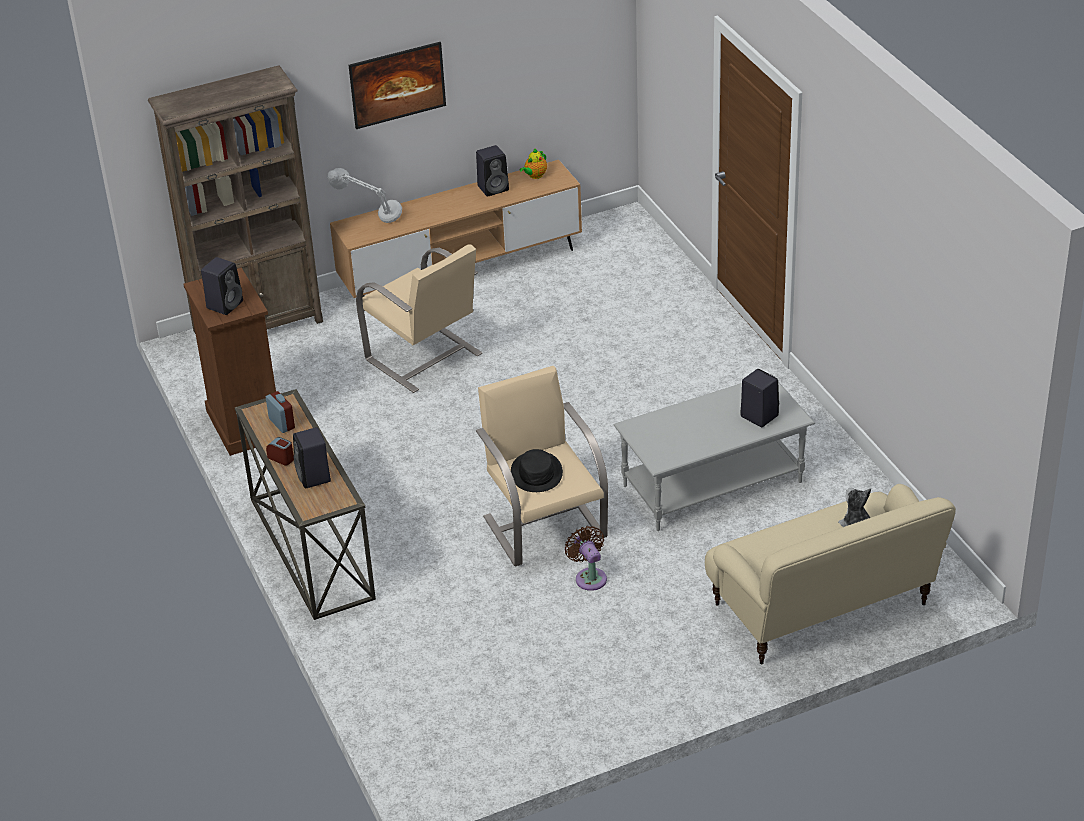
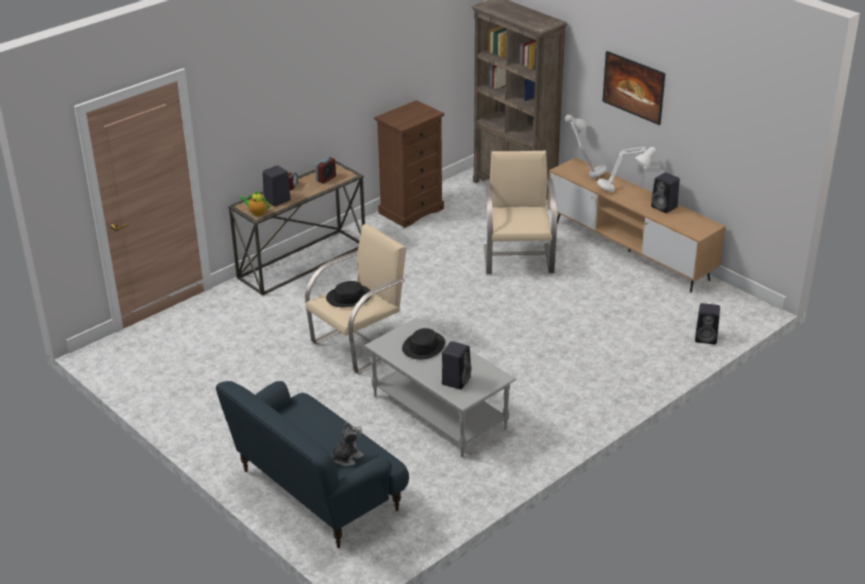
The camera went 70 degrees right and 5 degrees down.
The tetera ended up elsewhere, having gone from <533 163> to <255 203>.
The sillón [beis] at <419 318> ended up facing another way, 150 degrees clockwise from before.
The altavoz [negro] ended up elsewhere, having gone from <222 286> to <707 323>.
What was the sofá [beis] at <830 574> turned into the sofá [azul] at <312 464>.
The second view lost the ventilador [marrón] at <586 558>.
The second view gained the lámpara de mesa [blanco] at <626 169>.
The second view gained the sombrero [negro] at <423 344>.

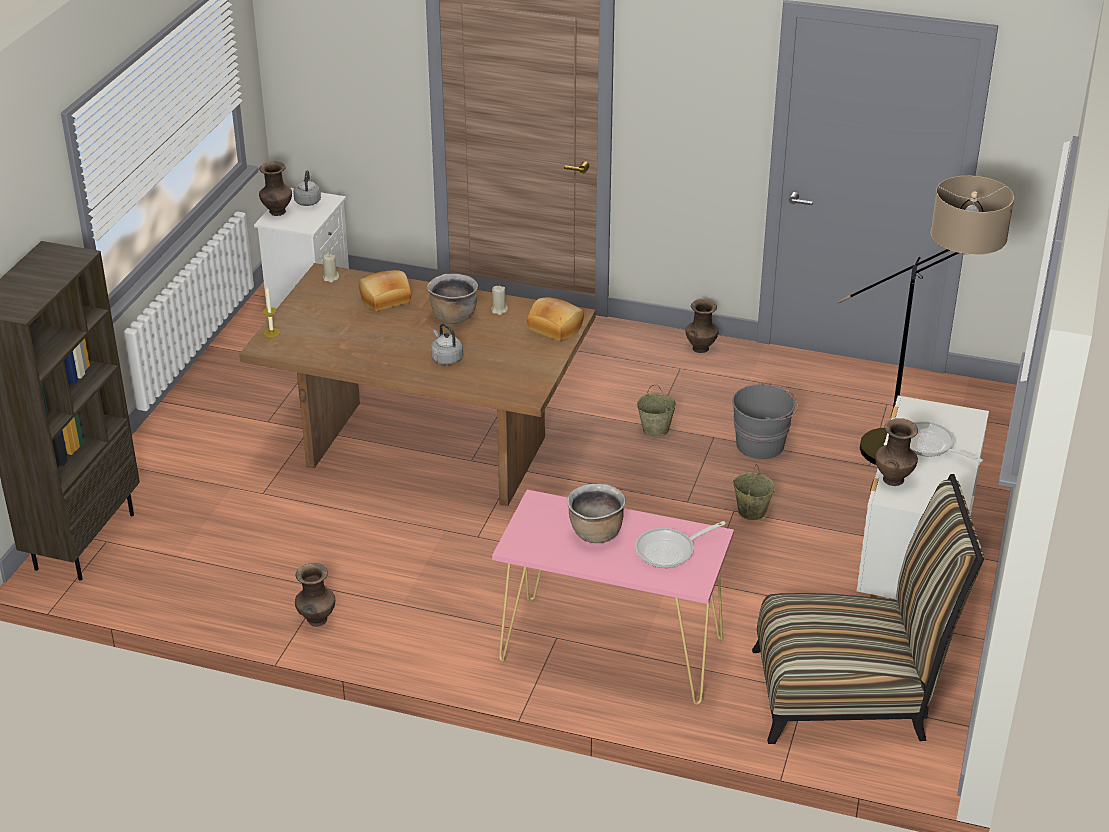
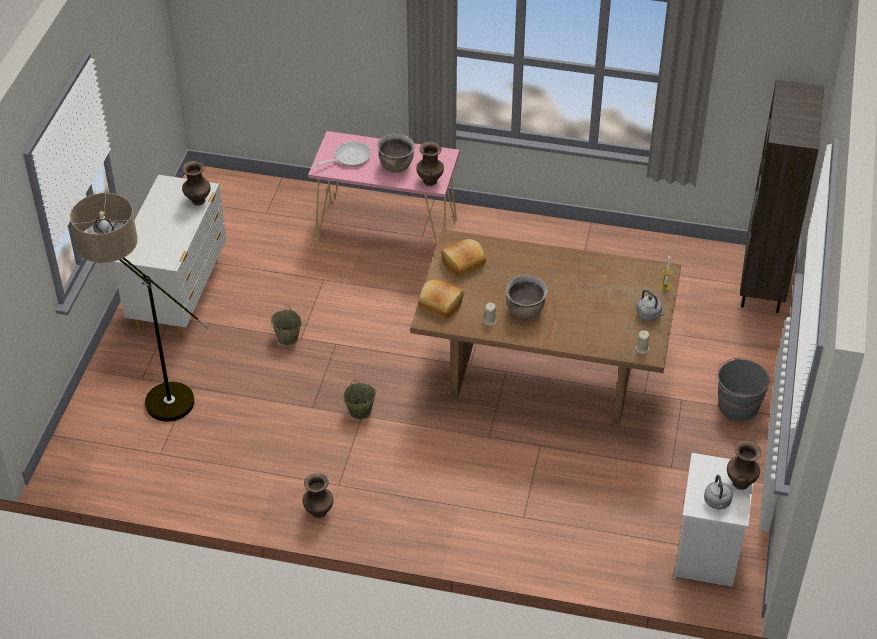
The camera went 175 degrees right and 10 degrees up.
The pan ended up elsewhere, having gone from <385 290> to <463 258>.
The hervidor [gris] ended up elsewhere, having gone from <447 344> to <650 305>.
The cubo [gris] ended up elsewhere, having gone from <765 420> to <742 389>.
The second view lost the sartén at <946 441>.
The second view lost the silla at <868 609>.
The florero [marrón] ended up elsewhere, having gone from <315 595> to <430 164>.

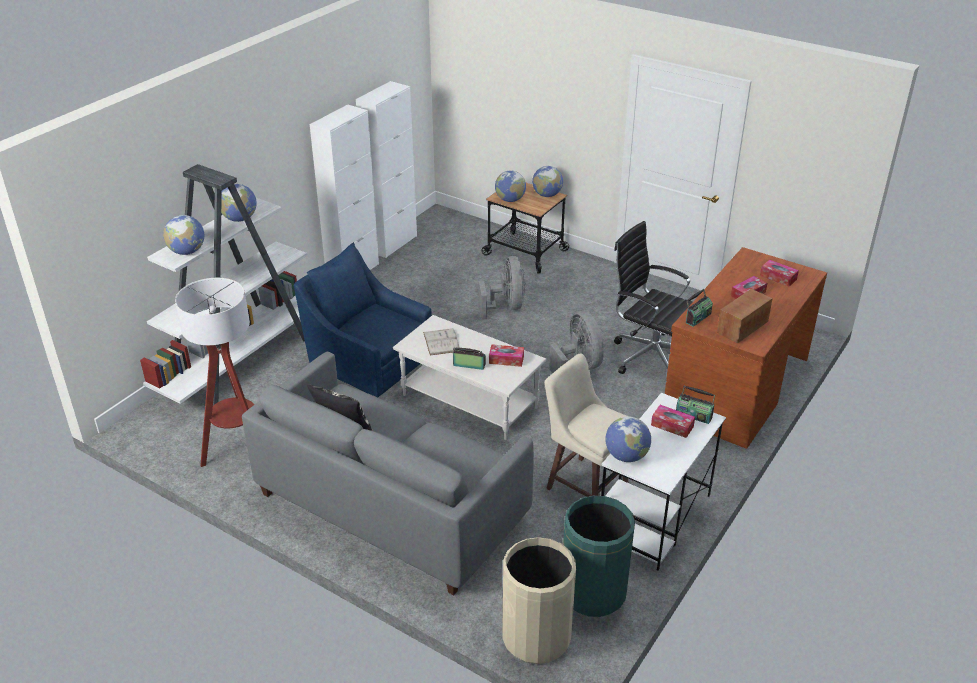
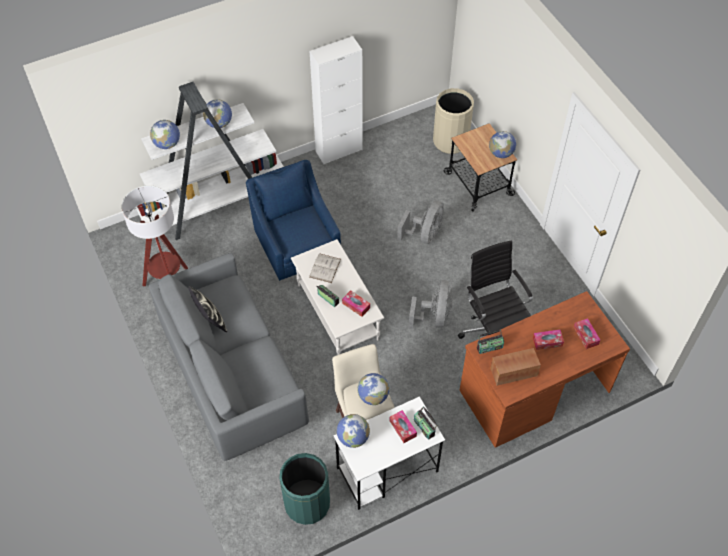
The camera went 30 degrees right and 20 degrees up.
The second view lost the armario [blanco] at <386 169>.
The globo terráqueo ended up elsewhere, having gone from <510 186> to <373 389>.
The papelera [beis] ended up elsewhere, having gone from <539 600> to <453 121>.

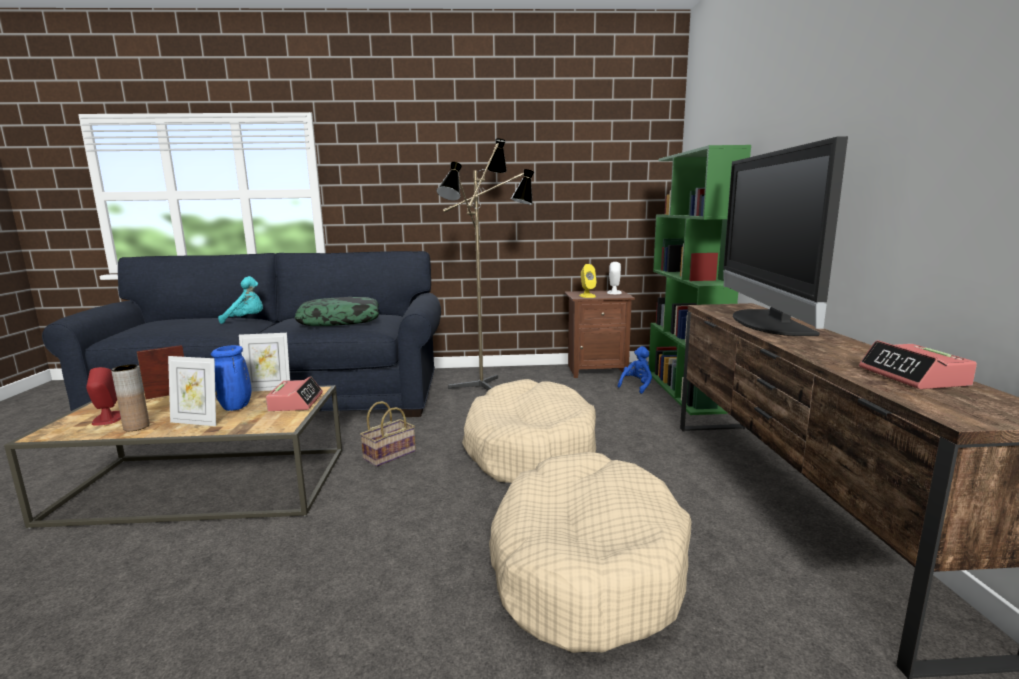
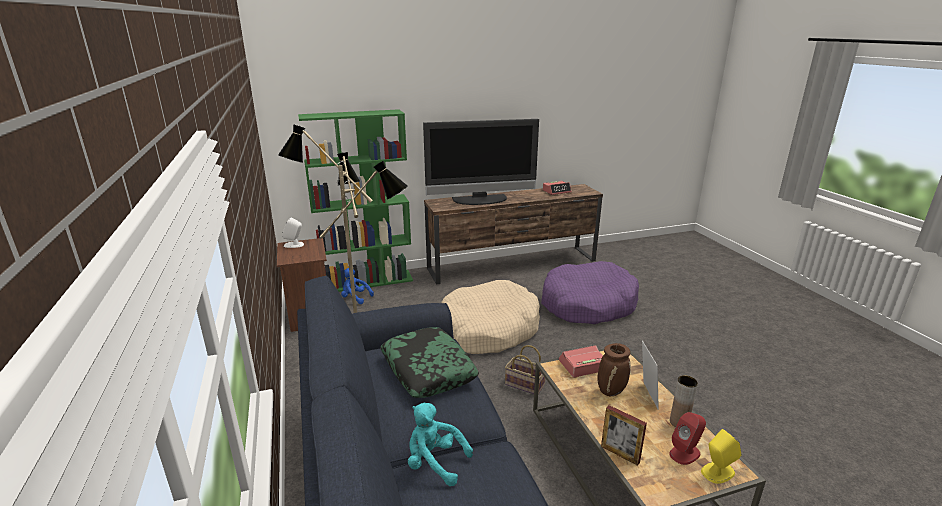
The camera went 105 degrees left and 10 degrees up.
The altavoz [amarillo] ended up elsewhere, having gone from <588 281> to <721 456>.
The peluche [turquesa] at <240 300> ended up facing another way, 45 degrees counterclockwise from before.
The second view lost the portarretratos at <264 362>.
What was the florero [azul] at <231 378> turned into the florero [marrón] at <614 369>.
What was the cama para perro [beis] at <590 552> turned into the cama para perro [morado] at <590 292>.

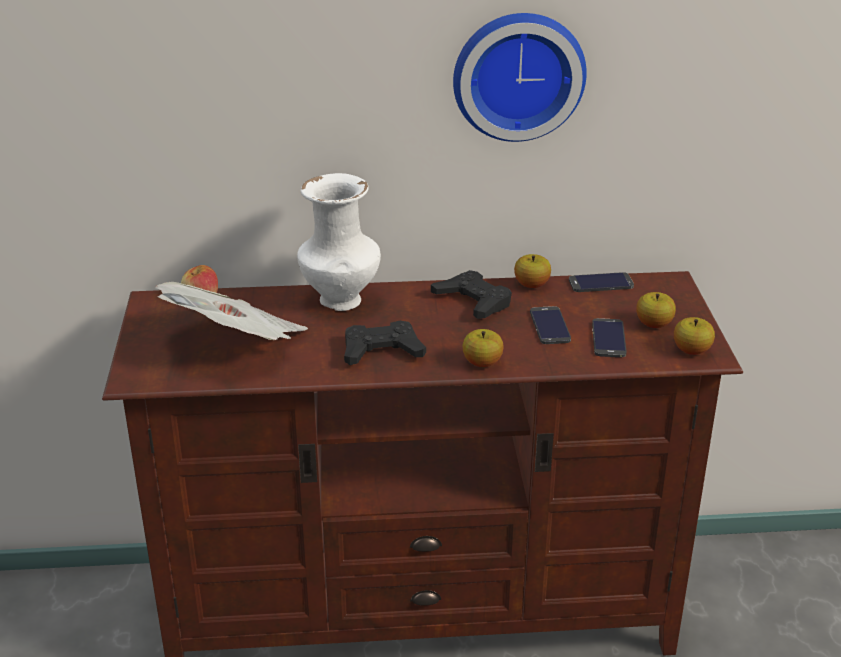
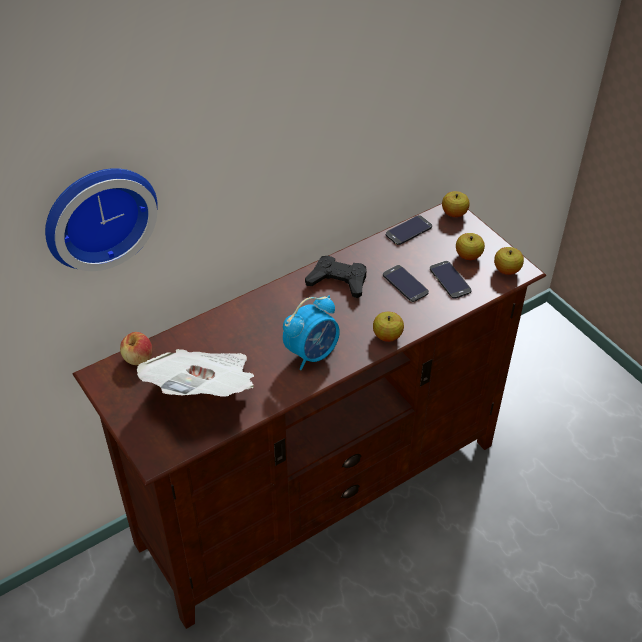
The camera went 30 degrees left and 15 degrees up.
The reloj de pared ended up elsewhere, having gone from <520 77> to <101 219>.
The second view lost the florero [blanco] at <339 242>.
The manzana ended up elsewhere, having gone from <532 271> to <456 204>.
Where the mando de consola [negro] stood at <385 343>, the despertador came to stand at <311 332>.

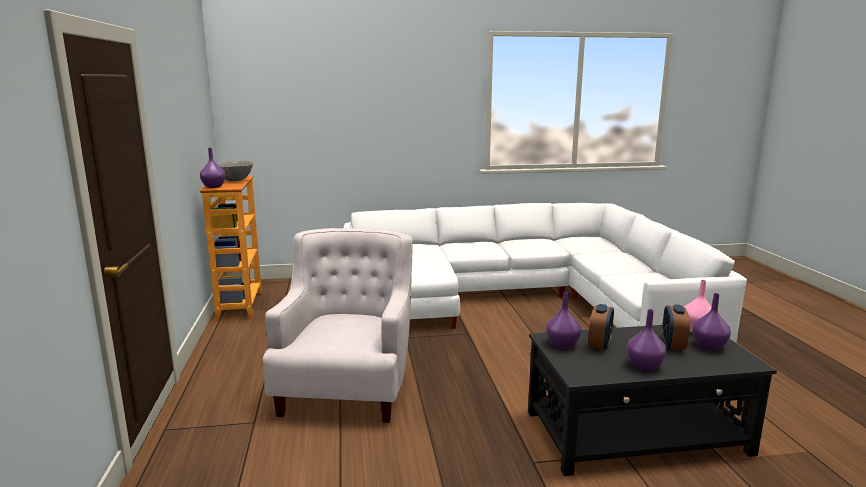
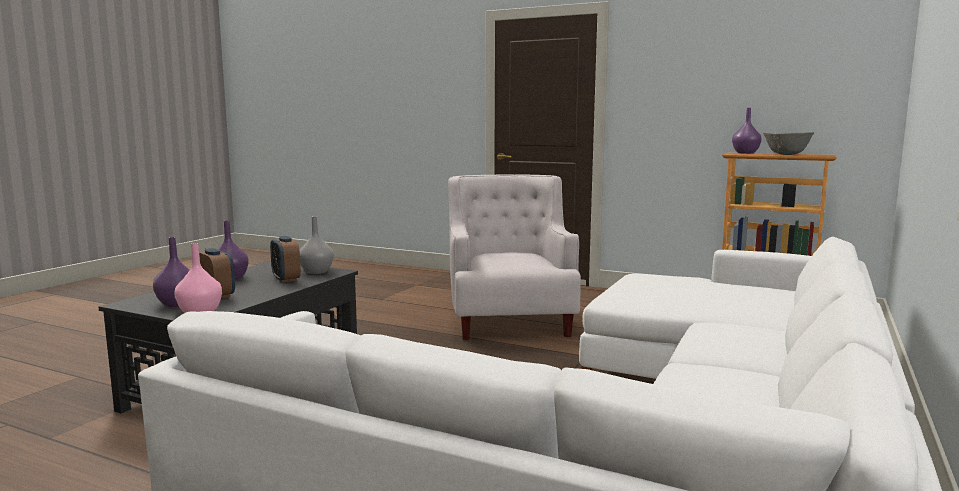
The camera went 125 degrees right and 5 degrees down.
The sillón [blanco] at <338 325> ended up facing another way, 135 degrees counterclockwise from before.
What was the florero [morado] at <563 320> turned into the florero [gris] at <317 245>.

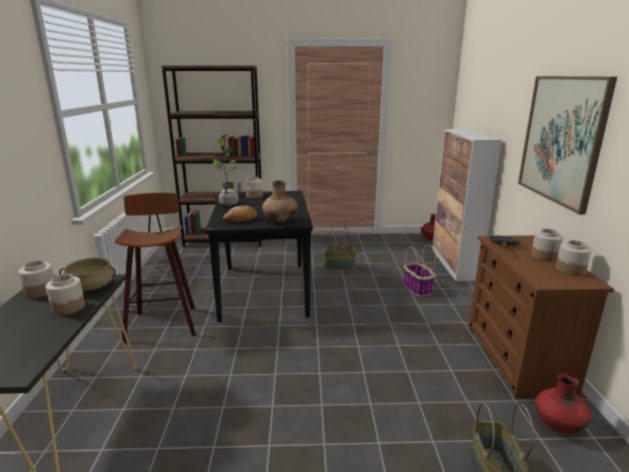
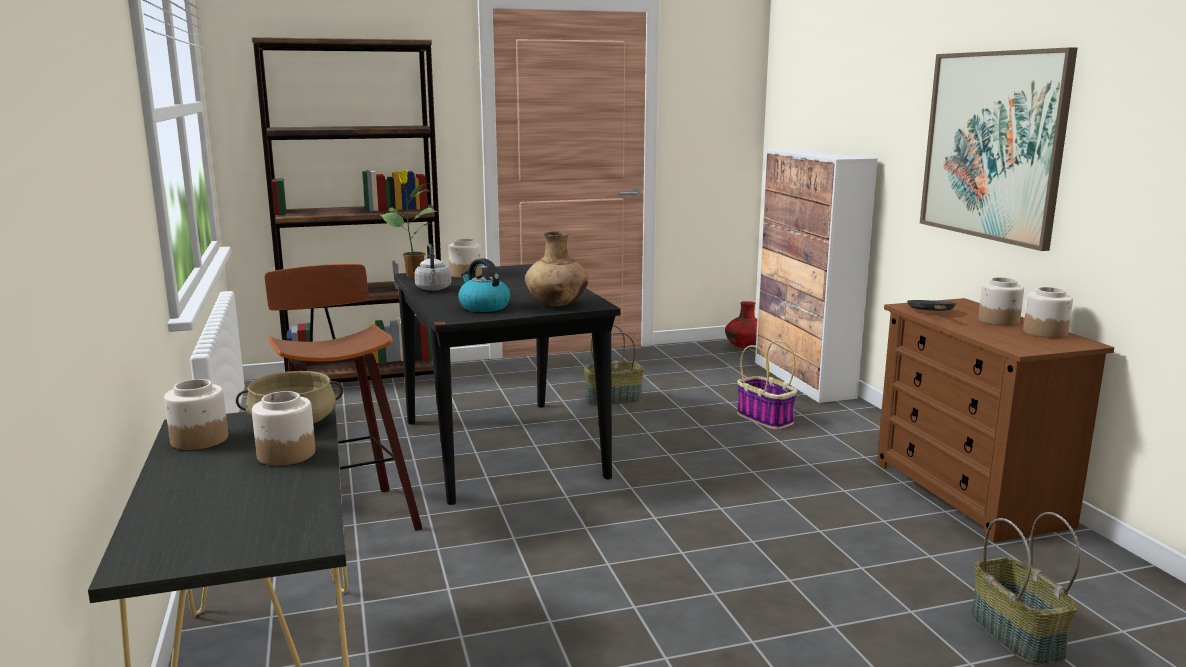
The camera went 15 degrees left and 5 degrees down.
Where the pan stood at <240 213>, the hervidor came to stand at <484 285>.
The second view lost the florero [rojo] at <563 403>.

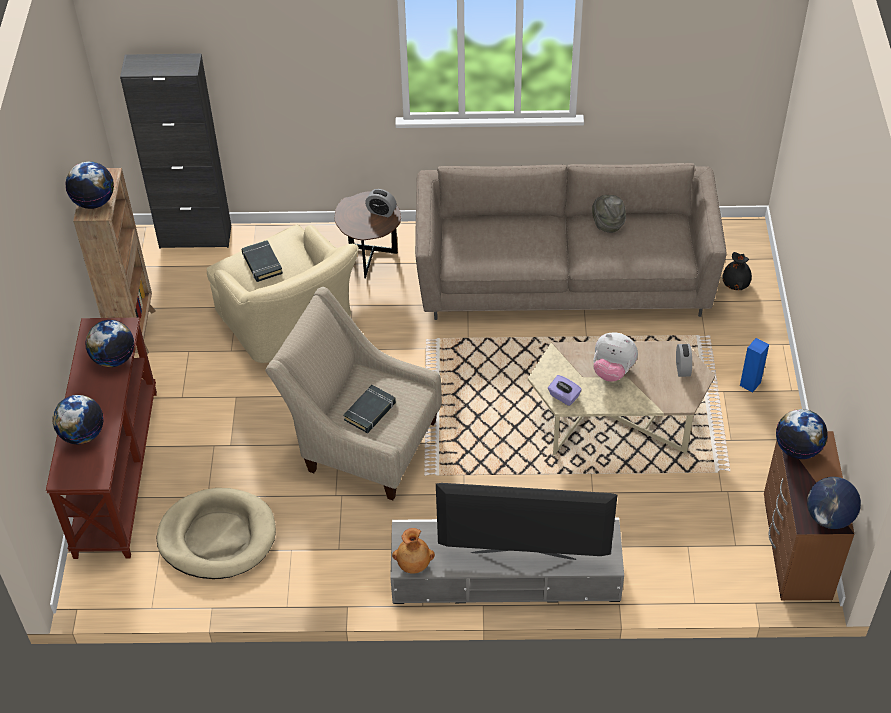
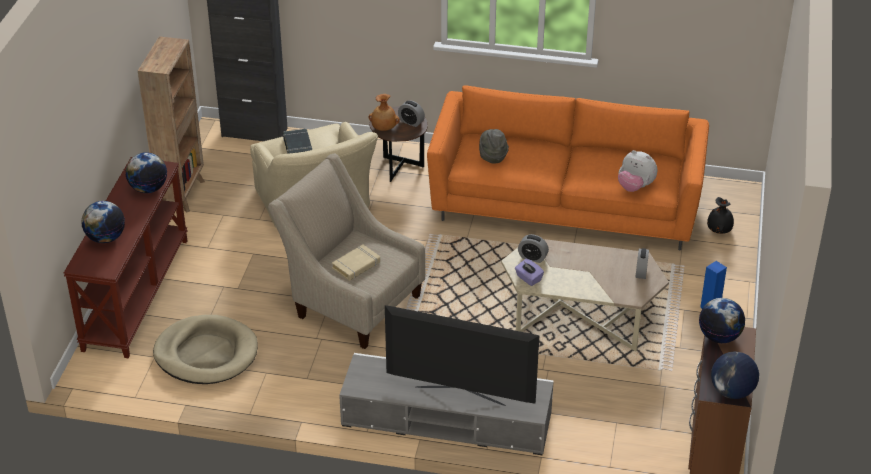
The camera went 10 degrees right and 10 degrees down.
The second view lost the globo terráqueo at <90 185>.
What was the sofá [beis] at <570 241> turned into the sofá [naranja] at <568 167>.
The sombrero [gris] ended up elsewhere, having gone from <609 214> to <494 146>.
The peluche ended up elsewhere, having gone from <615 357> to <637 171>.
What was the libro [negro] at <369 409> turned into the libro [beis] at <356 262>.
The florero [marrón] ended up elsewhere, having gone from <413 551> to <384 112>.
The second view gained the despertador at <533 248>.

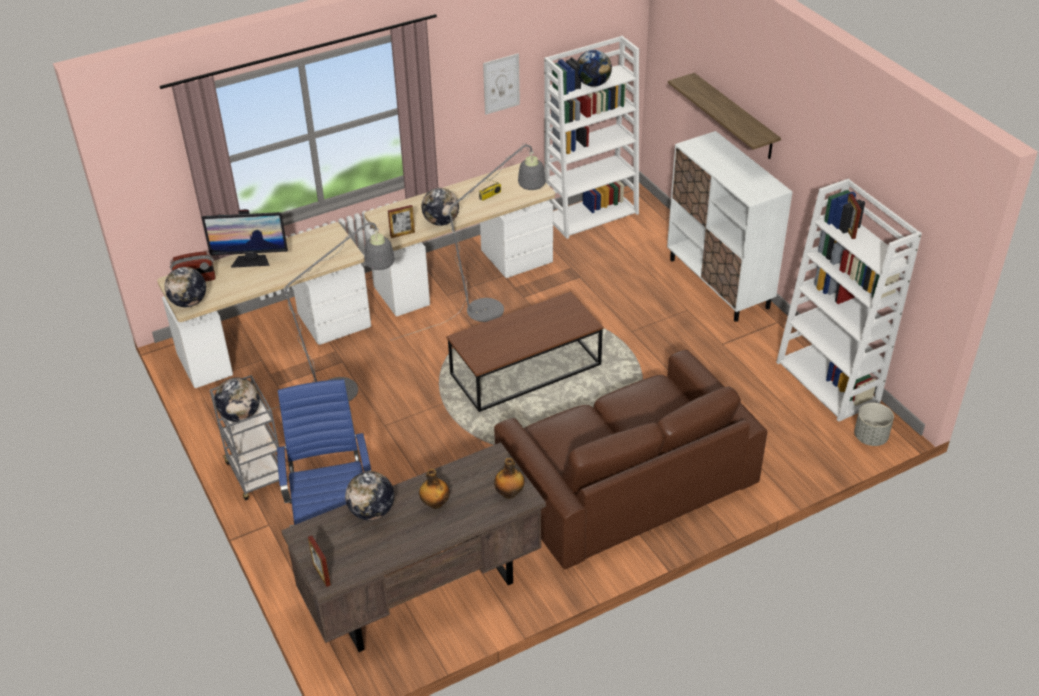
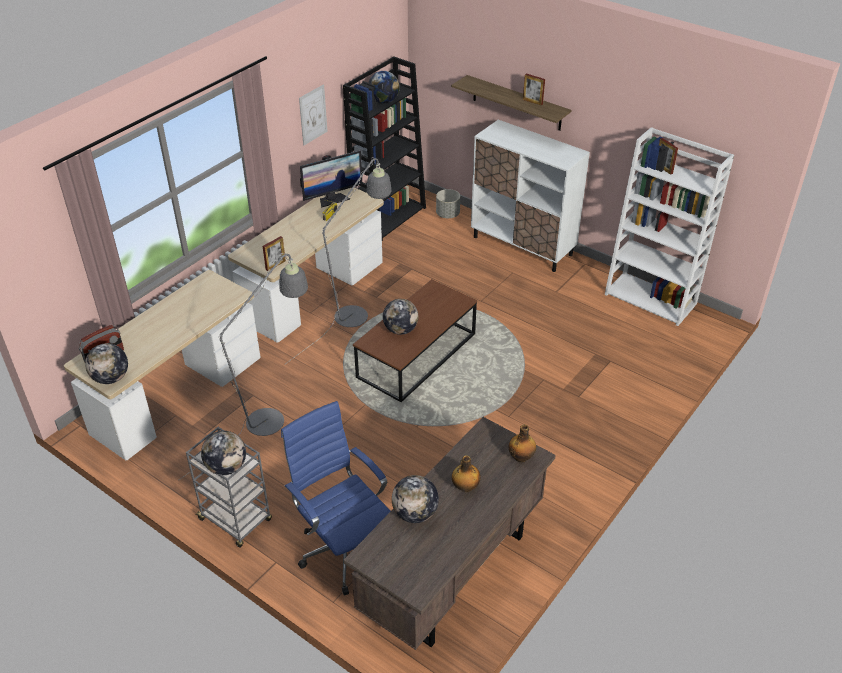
The camera went 25 degrees left and 0 degrees up.
What was the estantería [blanco] at <591 137> turned into the estantería [negro] at <384 148>.
The globo terráqueo ended up elsewhere, having gone from <440 207> to <401 317>.
The monitor ended up elsewhere, having gone from <245 238> to <331 179>.
The second view lost the sofá [marrón] at <630 460>.
The maceta [gris] ended up elsewhere, having gone from <874 424> to <448 203>.
The portarretratos ended up elsewhere, having gone from <319 561> to <534 90>.

